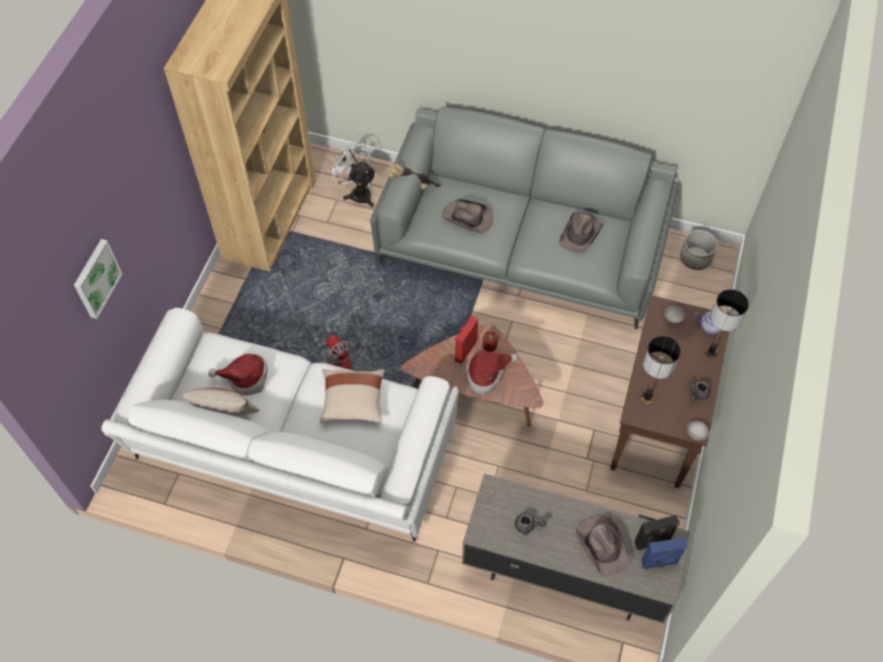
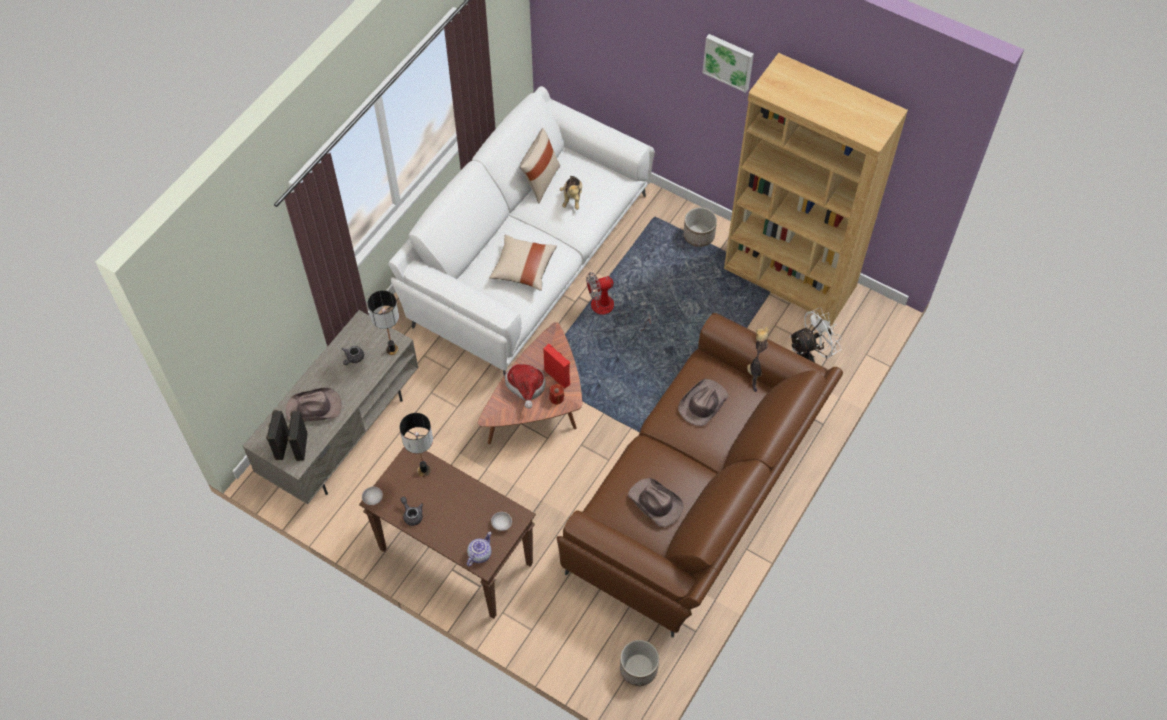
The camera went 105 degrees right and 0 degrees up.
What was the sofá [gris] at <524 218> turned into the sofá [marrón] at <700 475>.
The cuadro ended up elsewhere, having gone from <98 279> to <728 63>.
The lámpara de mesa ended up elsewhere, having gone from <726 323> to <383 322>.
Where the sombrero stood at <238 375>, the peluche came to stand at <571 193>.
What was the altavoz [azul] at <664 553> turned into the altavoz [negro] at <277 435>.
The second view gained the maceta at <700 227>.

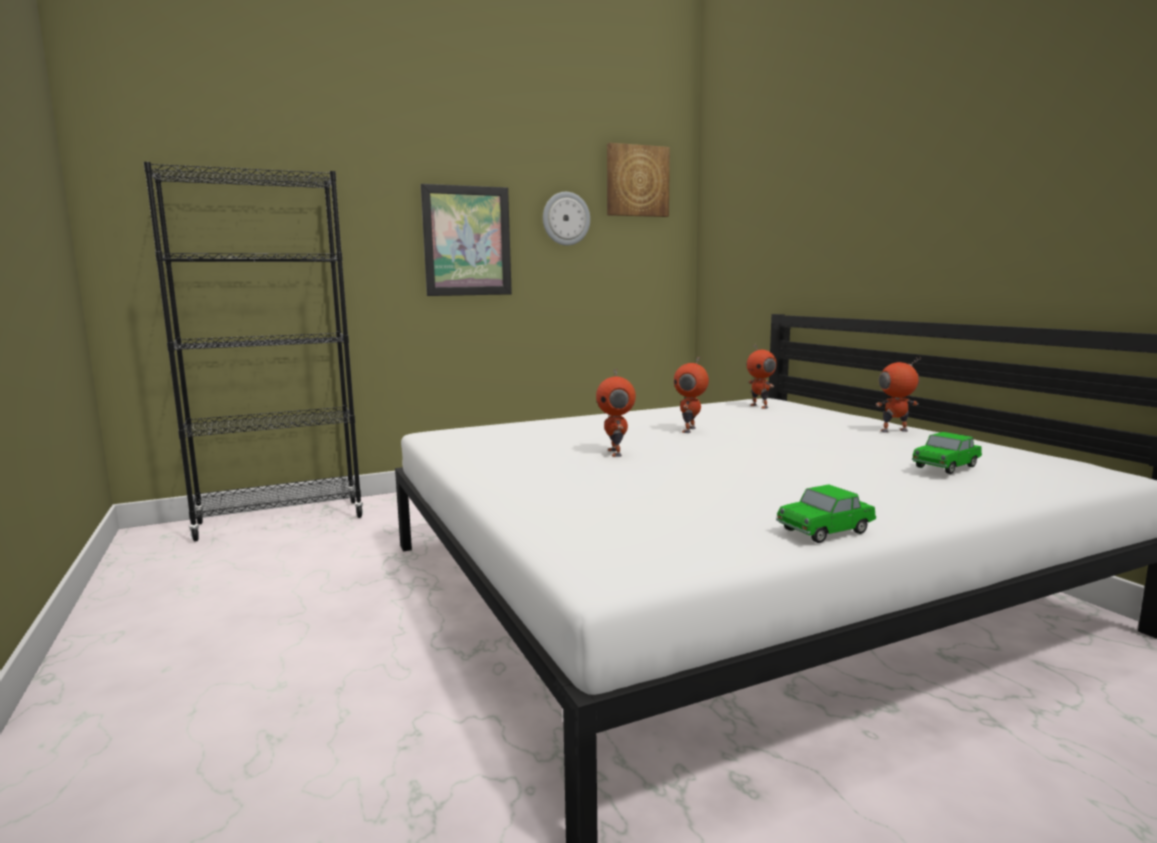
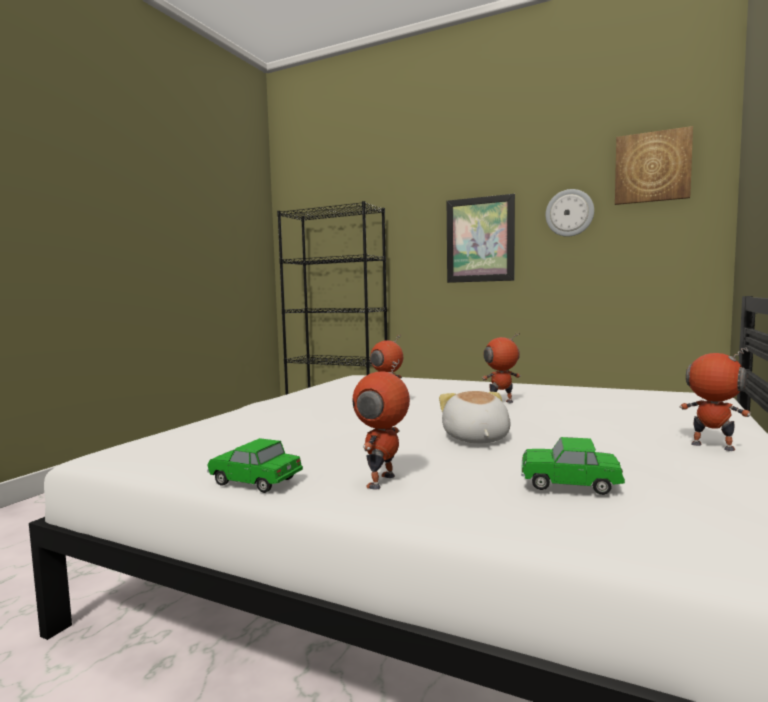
The camera went 50 degrees right and 5 degrees down.
The robot de juguete ended up elsewhere, having gone from <762 376> to <381 424>.
The second view gained the peluche at <475 417>.

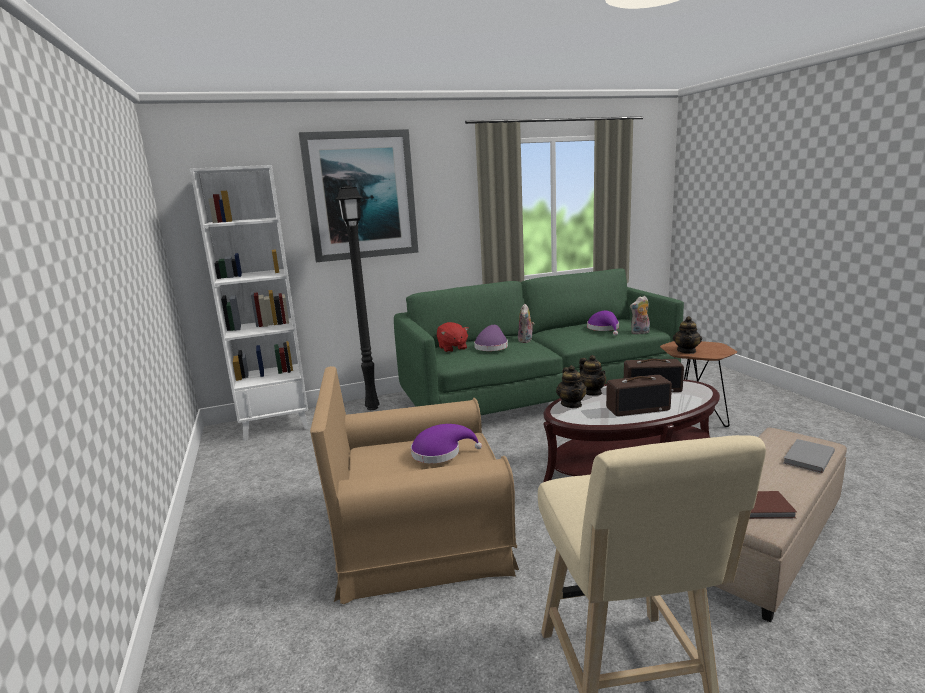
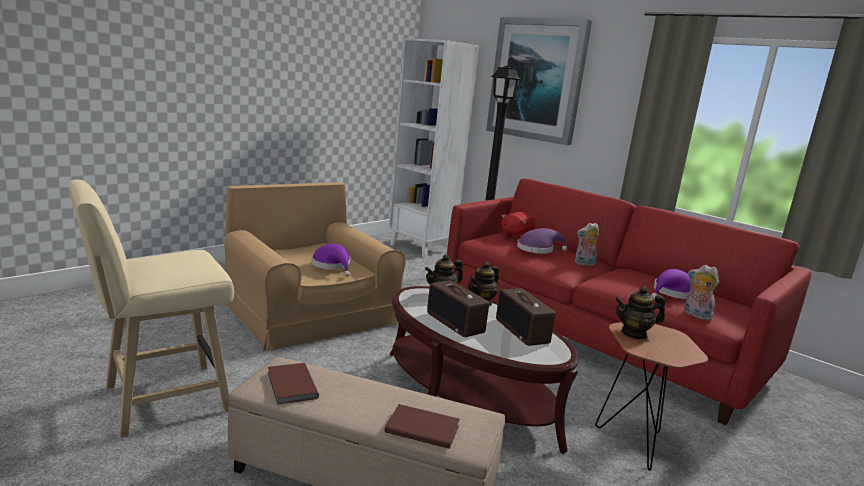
The camera went 60 degrees right and 0 degrees up.
What was the sofá [verde] at <539 342> turned into the sofá [rojo] at <629 302>.
What was the libro [gris] at <809 456> turned into the libro [marrón] at <422 426>.

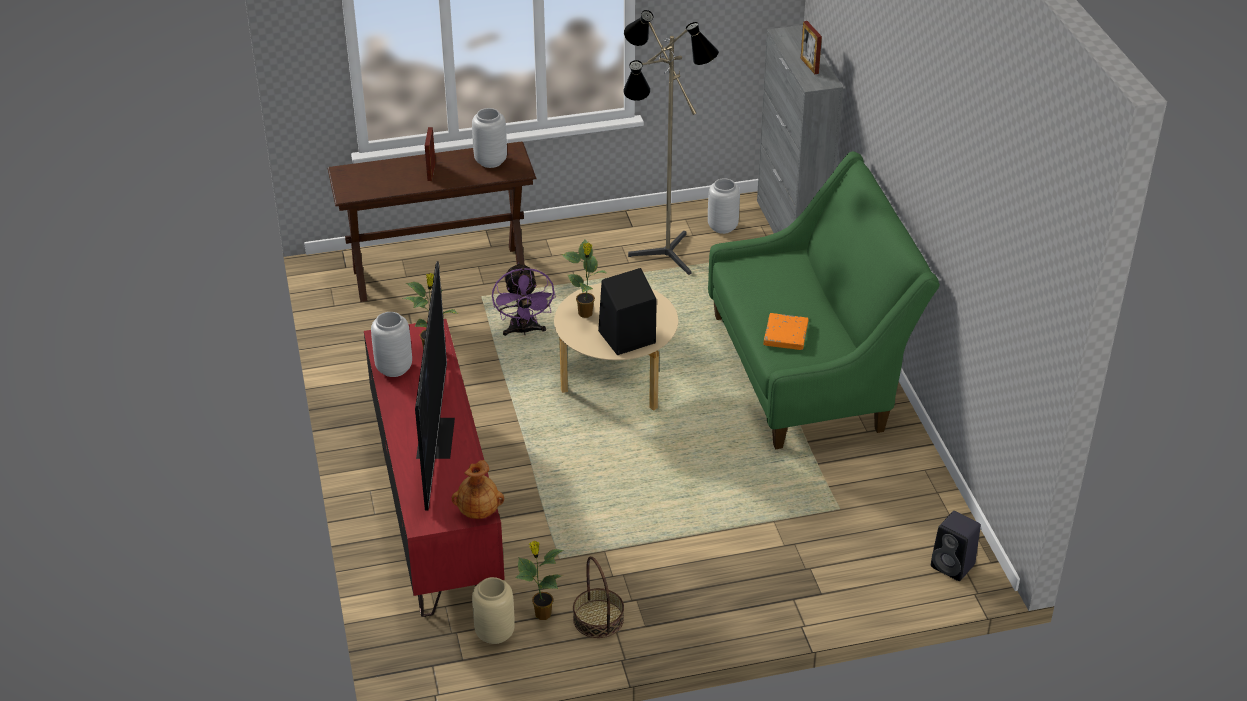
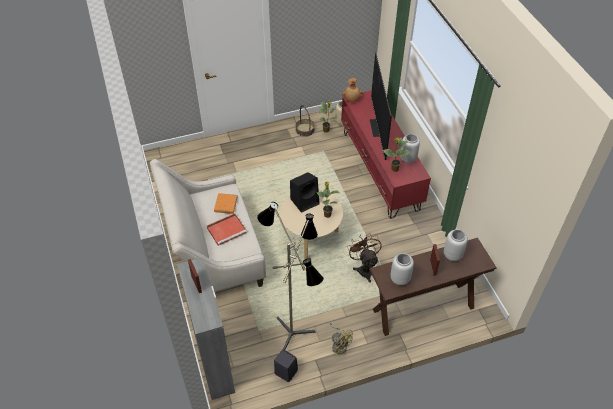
The camera went 175 degrees right and 10 degrees up.
What was the sofá [verde] at <824 300> turned into the sofá [beis] at <208 225>.
The florero [gris] ended up elsewhere, having gone from <724 206> to <456 245>.
What was the ventilador [morado] at <524 299> turned into the ventilador [marrón] at <364 258>.
The altavoz [negro] ended up elsewhere, having gone from <956 546> to <286 365>.
The second view gained the bandeja [rojo] at <227 229>.
The second view gained the ventilador [amarillo] at <341 339>.

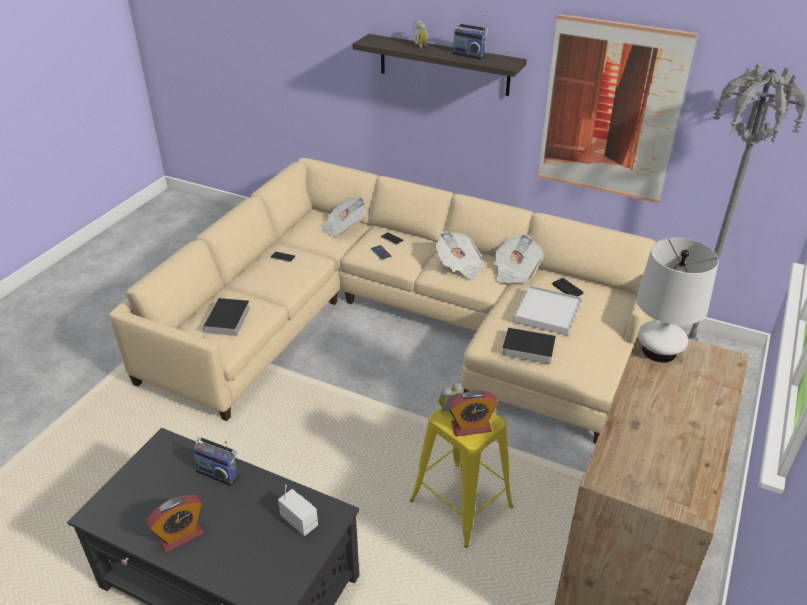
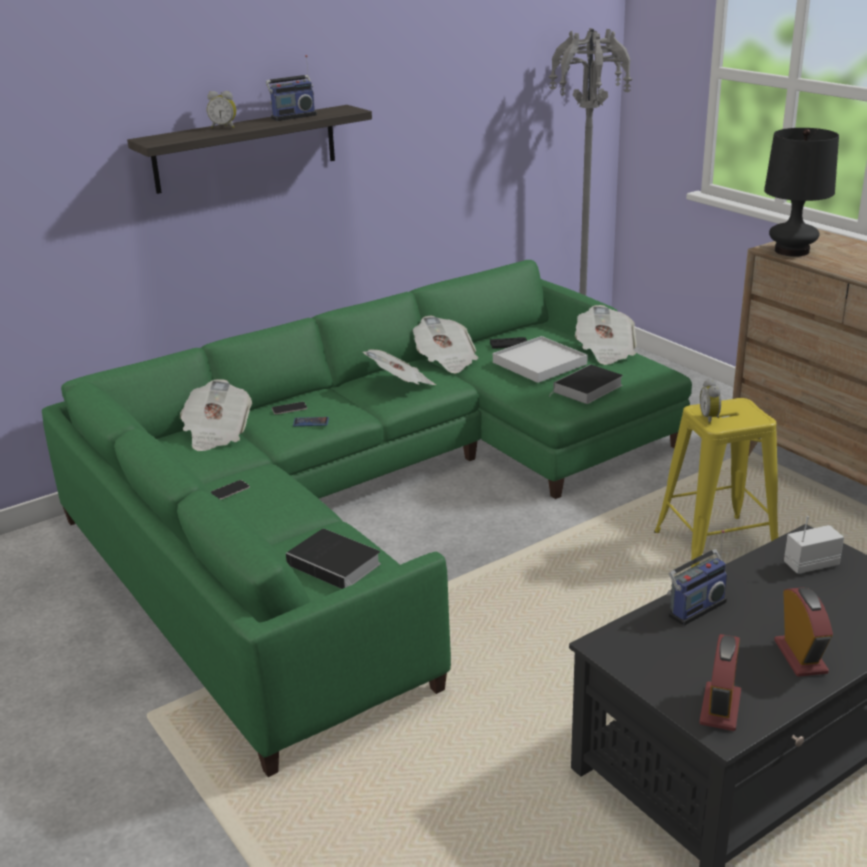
The camera went 60 degrees left and 10 degrees down.
The second view lost the cuadro at <618 108>.
What was the sofá [beis] at <382 301> turned into the sofá [verde] at <367 518>.
What was the lámpara de mesa [blanco] at <677 300> turned into the lámpara de mesa [negro] at <801 192>.
The despertador ended up elsewhere, having gone from <473 413> to <720 682>.
The second view gained the periódico at <606 335>.

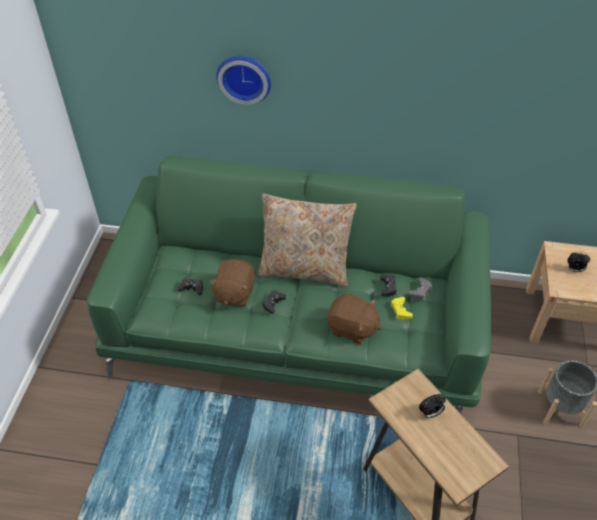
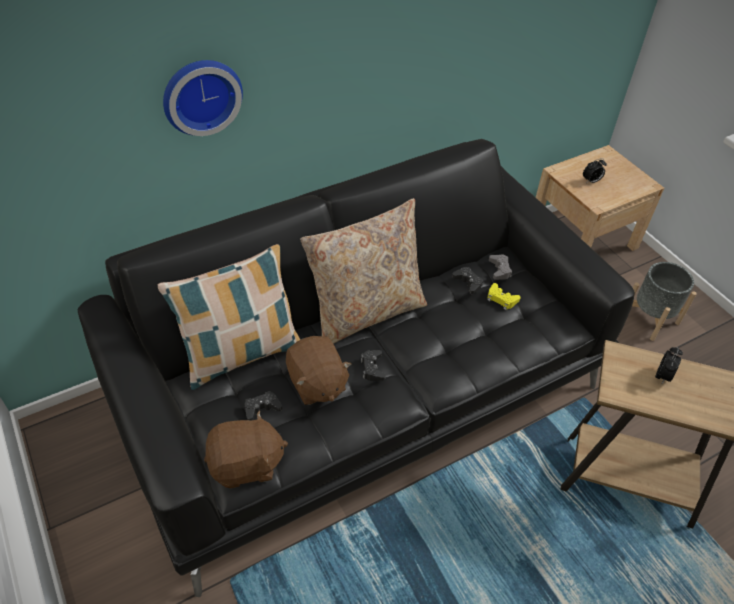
The camera went 40 degrees left and 0 degrees up.
What was the sofá [verde] at <289 285> turned into the sofá [negro] at <356 368>.
The peluche [marrón] ended up elsewhere, having gone from <354 319> to <246 449>.
The second view gained the cojín at <228 317>.

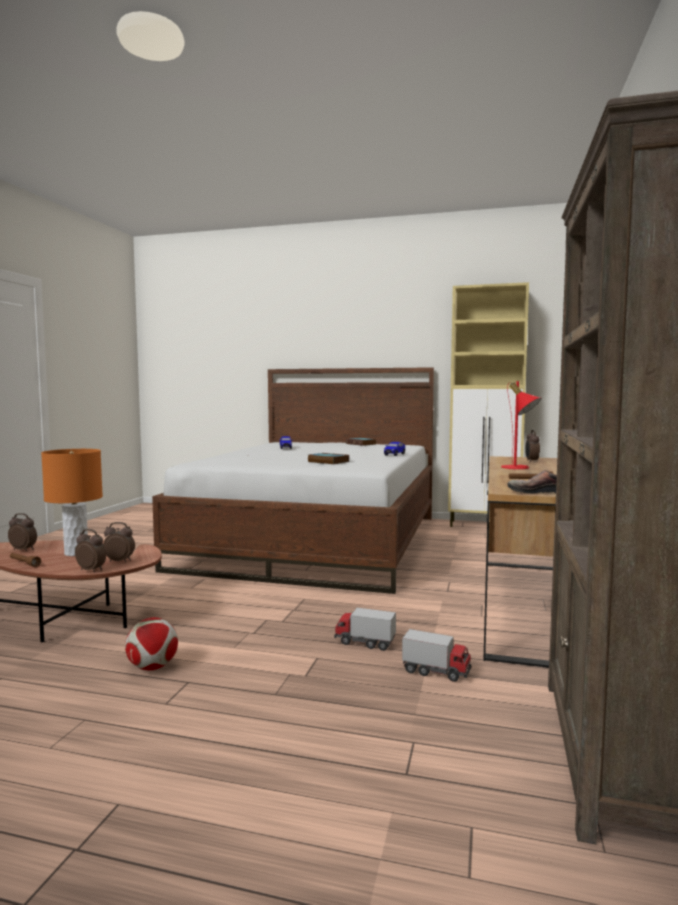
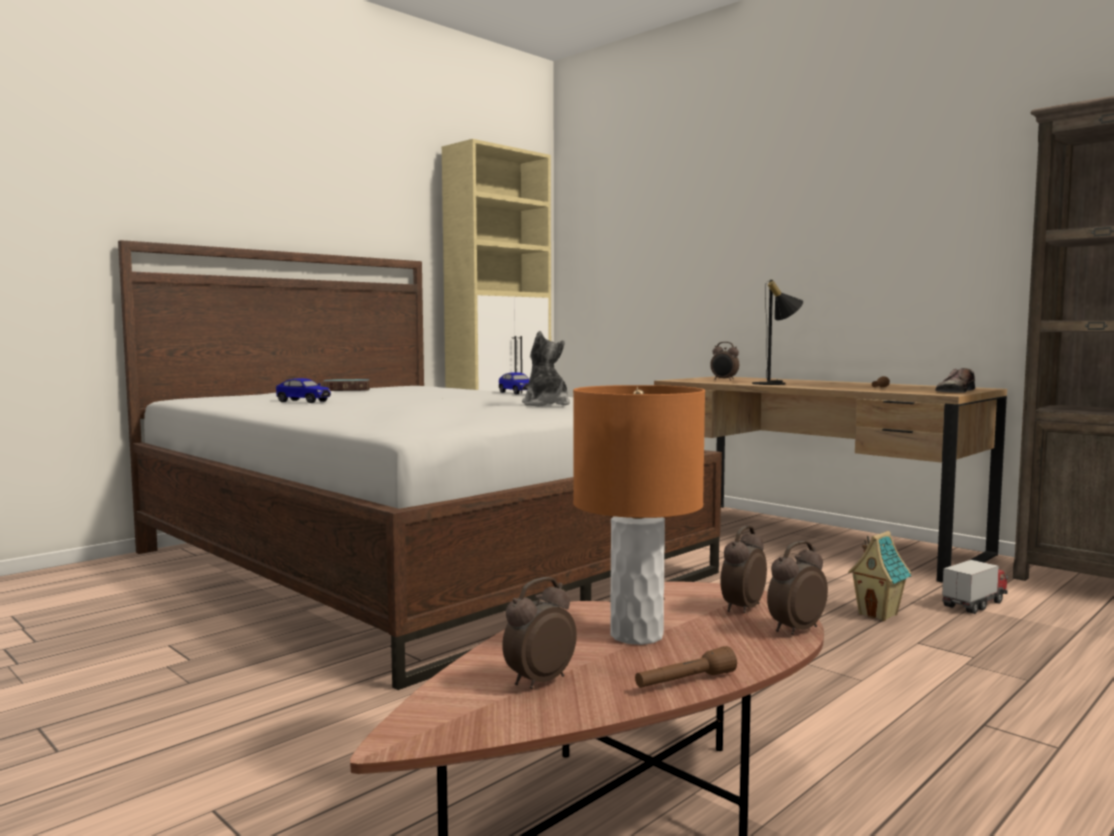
The camera went 60 degrees left and 0 degrees up.
What was the lámpara de mesa [rojo] at <521 425> turned into the lámpara de mesa [negro] at <777 332>.
Where the libro stood at <328 458>, the peluche came to stand at <546 368>.
Where the camión de juguete stood at <365 629>, the casita came to stand at <879 576>.
The second view lost the balón de fútbol at <151 643>.

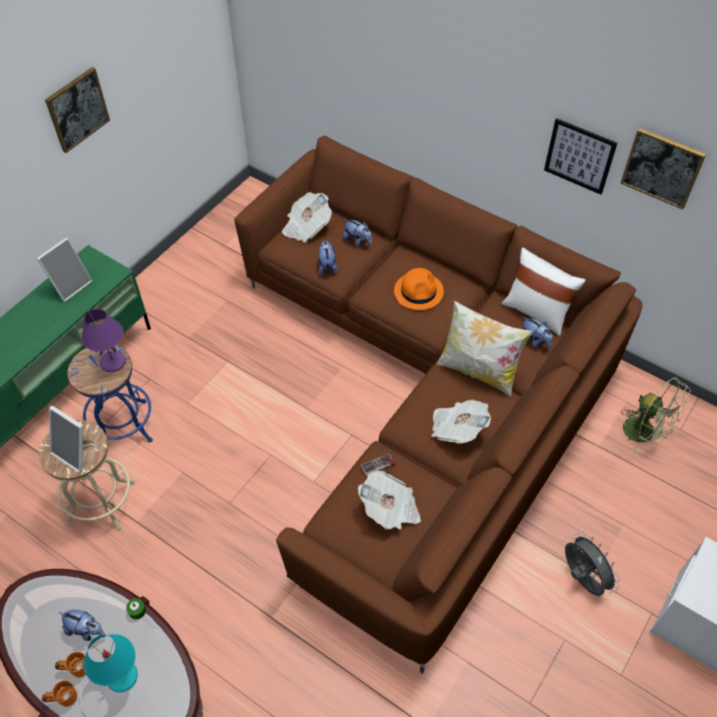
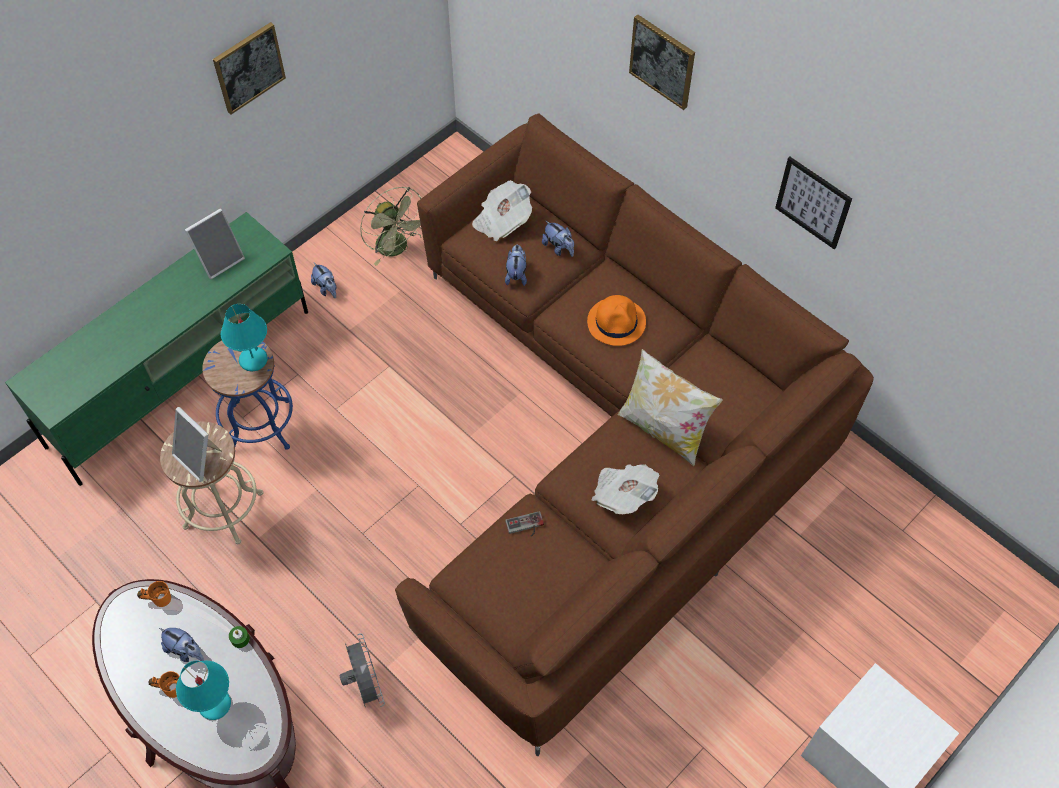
The camera went 10 degrees right and 5 degrees up.
The cuadro ended up elsewhere, having gone from <663 169> to <662 62>.
The second view lost the cojín [blanco] at <544 292>.
What was the lámpara de mesa [morado] at <103 340> turned into the lámpara de mesa [turquesa] at <244 337>.
The peluche ended up elsewhere, having gone from <538 333> to <323 280>.
The ventilador [verde] ended up elsewhere, having gone from <656 415> to <391 226>.
The second view lost the periódico at <389 500>.
The ventilador [gris] ended up elsewhere, having gone from <592 564> to <362 670>.
The taza grande [naranja] ended up elsewhere, having gone from <59 693> to <154 594>.

